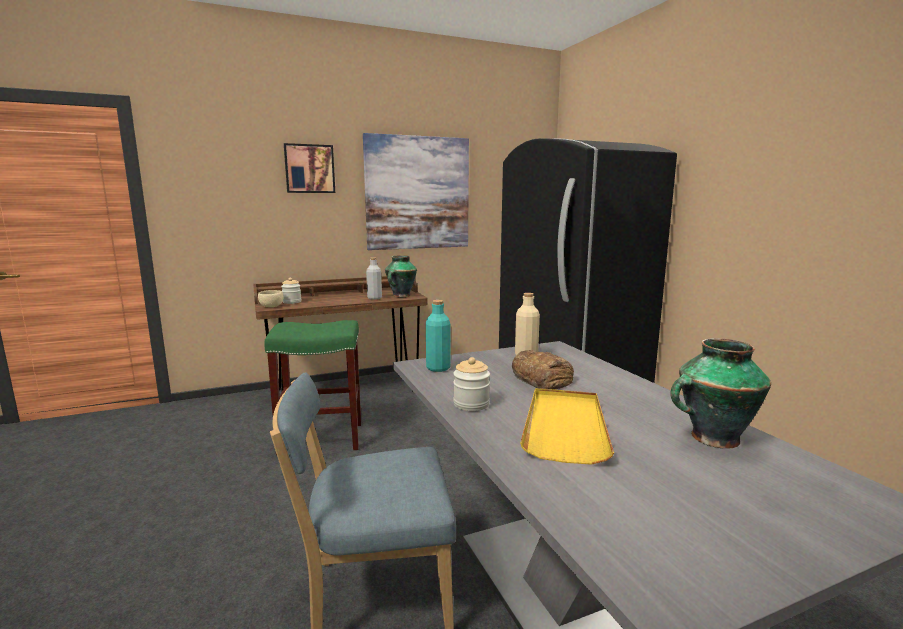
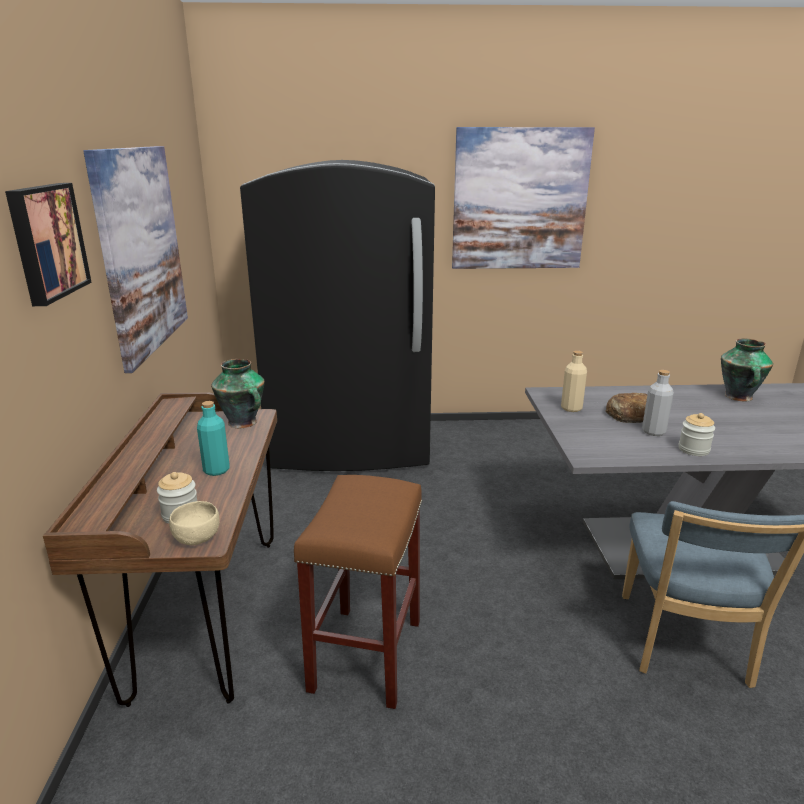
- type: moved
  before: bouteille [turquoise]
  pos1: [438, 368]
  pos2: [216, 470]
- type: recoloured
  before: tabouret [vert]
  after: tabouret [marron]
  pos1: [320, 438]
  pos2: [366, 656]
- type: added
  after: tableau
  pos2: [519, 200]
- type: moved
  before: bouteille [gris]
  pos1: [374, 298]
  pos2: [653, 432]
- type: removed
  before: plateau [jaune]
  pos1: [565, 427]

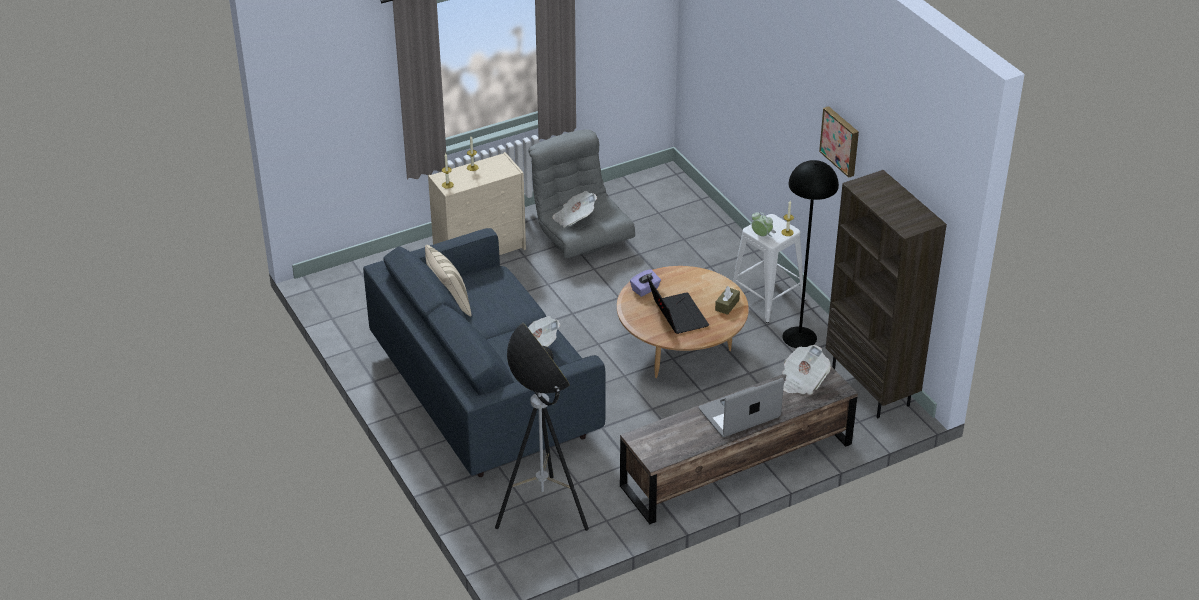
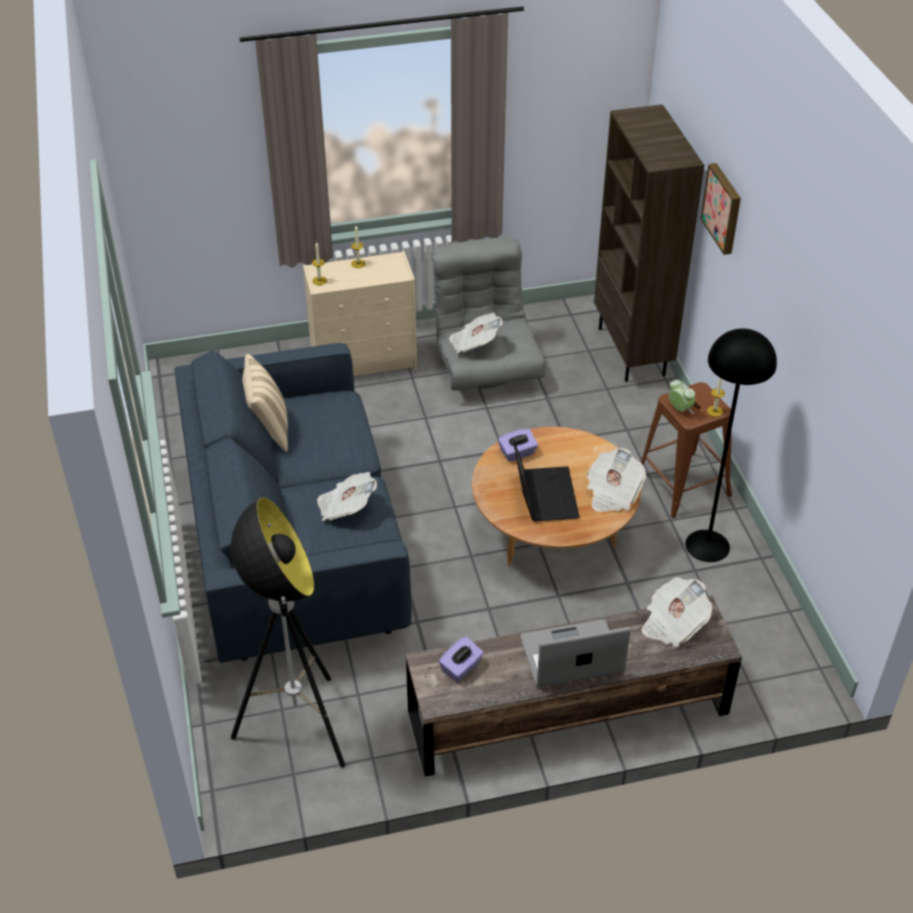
- type: added
  after: boîte à mouchoirs [violet]
  pos2: [461, 668]
- type: replaced
  before: boîte à mouchoirs [marron]
  after: journal
  pos1: [727, 305]
  pos2: [612, 493]
- type: moved
  before: bibliothèque [marron]
  pos1: [871, 388]
  pos2: [633, 351]
- type: recoloured
  before: tabouret [blanc]
  after: tabouret [marron]
  pos1: [766, 298]
  pos2: [683, 484]
- type: moved
  before: tableau
  pos1: [841, 141]
  pos2: [723, 208]

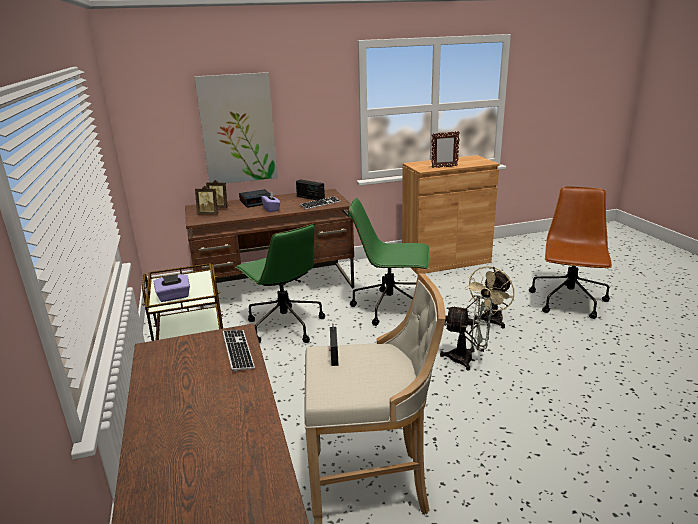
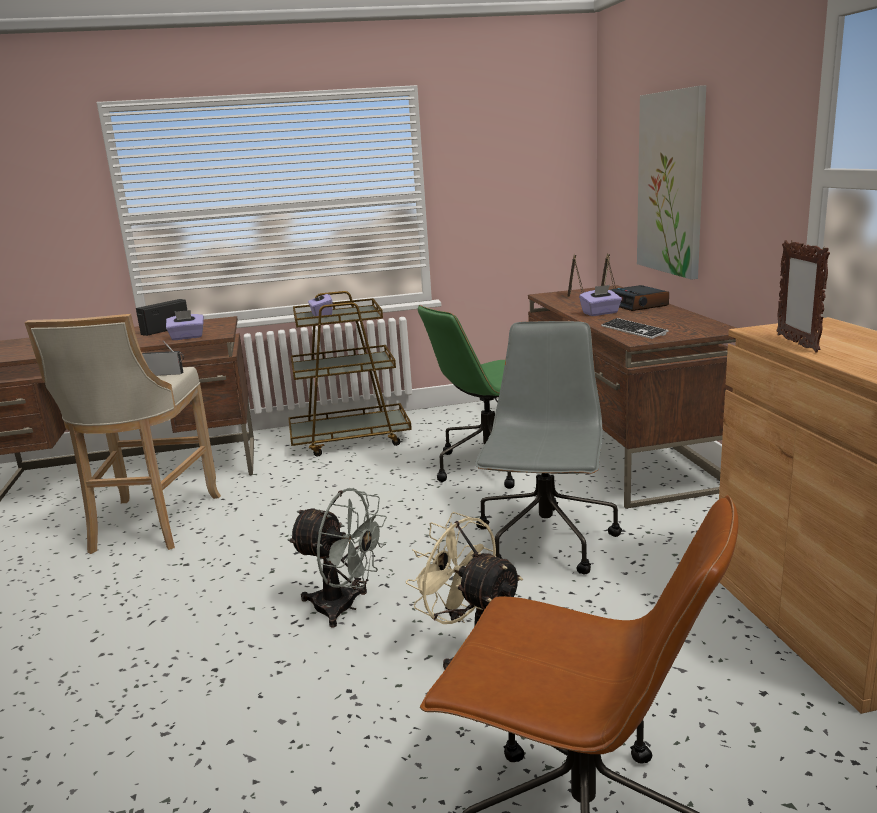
- type: moved
  before: radio
  pos1: [310, 198]
  pos2: [165, 330]
- type: replaced
  before: clavier
  after: boîte à mouchoirs [violet]
  pos1: [238, 351]
  pos2: [187, 337]
- type: turned
  before: ventilateur [gris]
  pos1: [467, 359]
  pos2: [344, 607]
  turn: -90
- type: recoloured
  before: chaise de bureau [vert]
  after: chaise de bureau [gris]
  pos1: [390, 307]
  pos2: [546, 542]

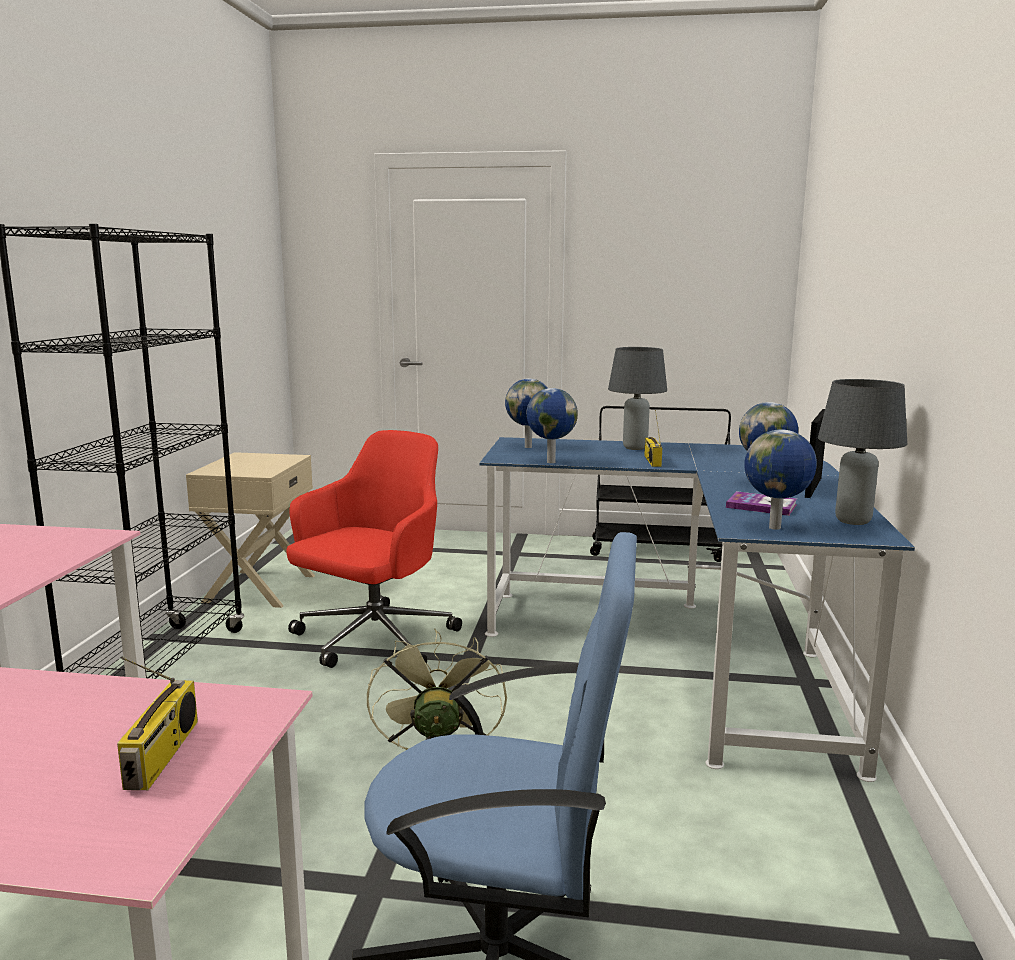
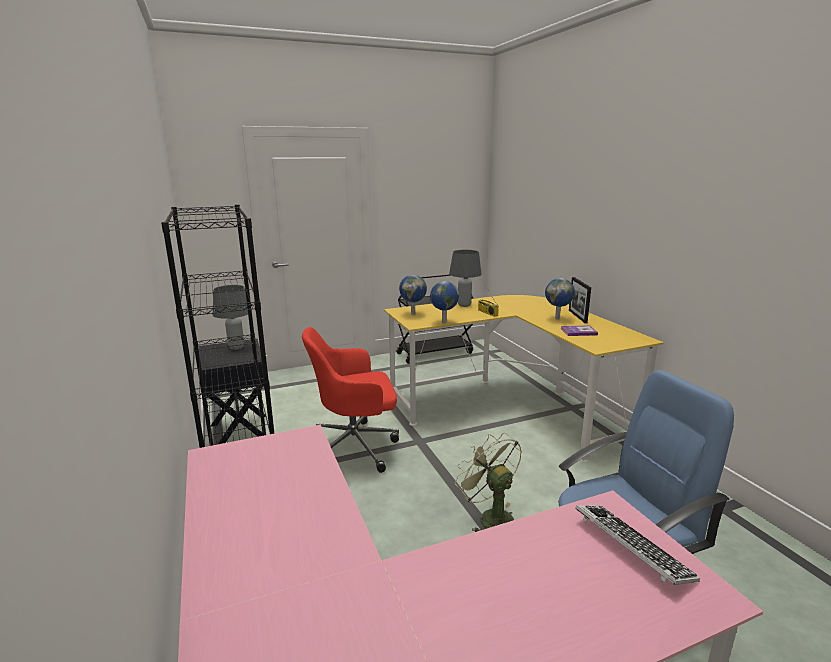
- type: recoloured
  before: table de chevet [beige]
  after: table de chevet [noir]
  pos1: [258, 588]
  pos2: [239, 433]
- type: moved
  before: lampe de table [gris]
  pos1: [851, 521]
  pos2: [236, 347]
- type: turned
  before: chaise de bureau [rouge]
  pos1: [373, 640]
  pos2: [355, 446]
  turn: -105
- type: recoloured
  before: bureau [bleu]
  after: bureau [jaune]
  pos1: [683, 652]
  pos2: [510, 407]
- type: replaced
  before: radio
  after: clavier
  pos1: [163, 755]
  pos2: [631, 548]
- type: removed
  before: globe
  pos1: [776, 528]

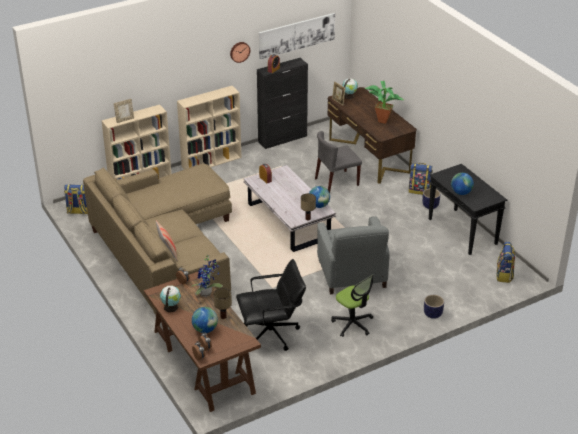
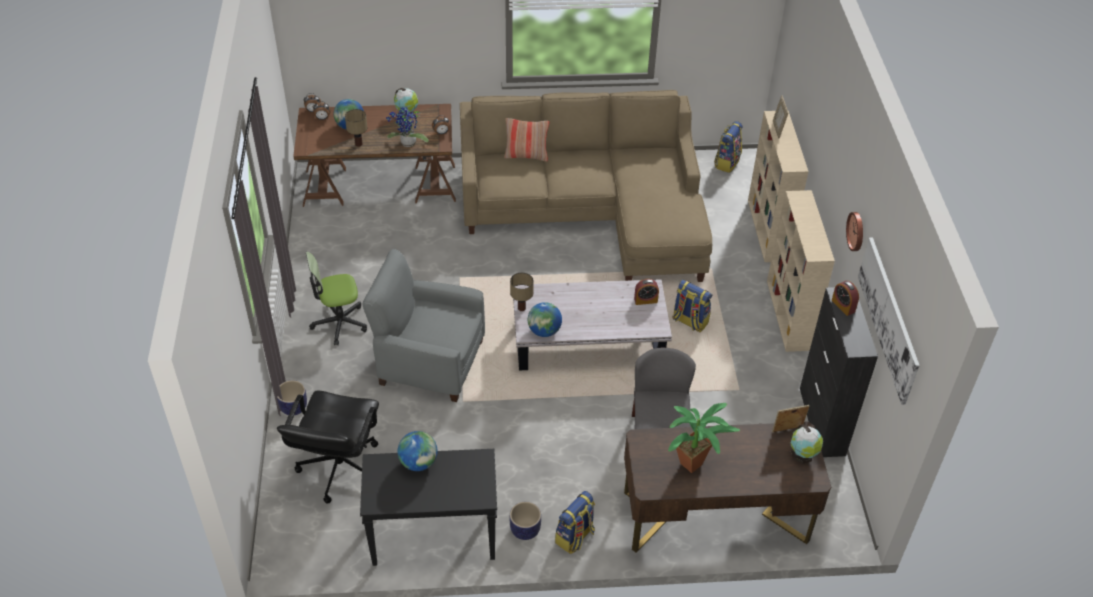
- type: moved
  before: chaise de bureau [noir]
  pos1: [271, 334]
  pos2: [339, 468]
- type: moved
  before: sac à dos
  pos1: [504, 275]
  pos2: [689, 321]

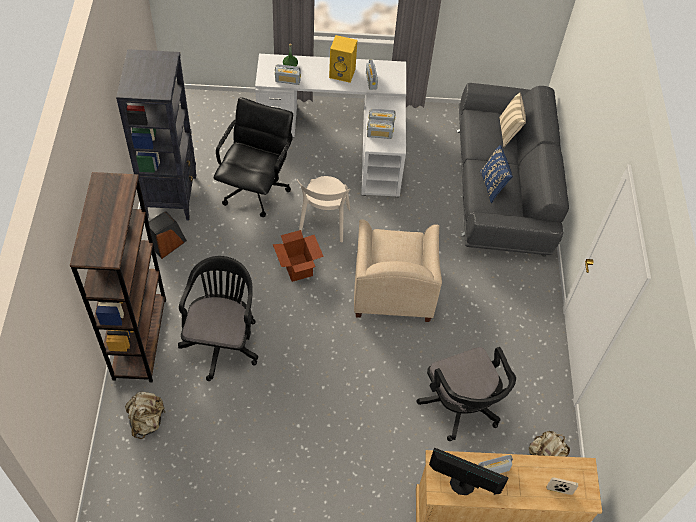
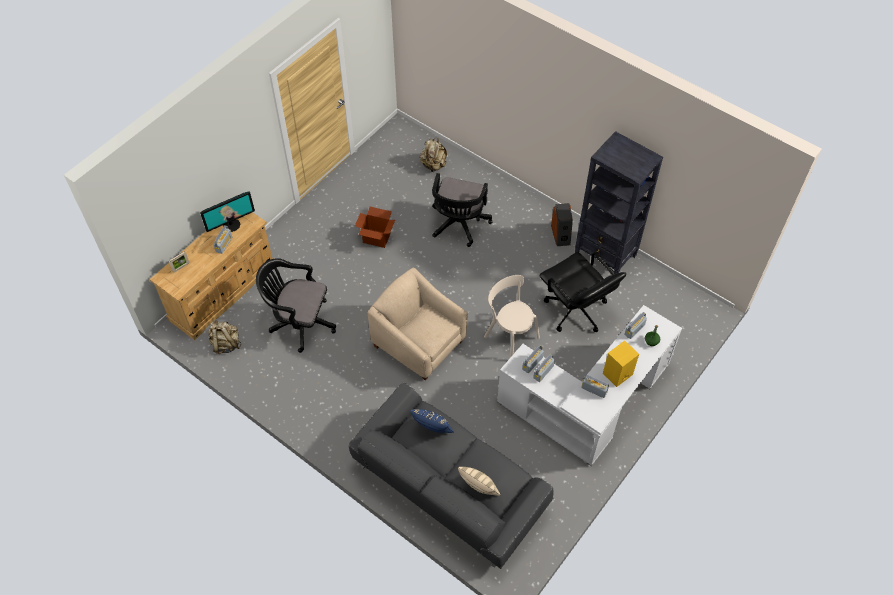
- type: moved
  before: carton
  pos1: [298, 268]
  pos2: [376, 238]
- type: turned
  before: chaise de bureau [noir]
  pos1: [222, 340]
  pos2: [458, 225]
  turn: 60
- type: removed
  before: bibliothèque [marron]
  pos1: [140, 338]

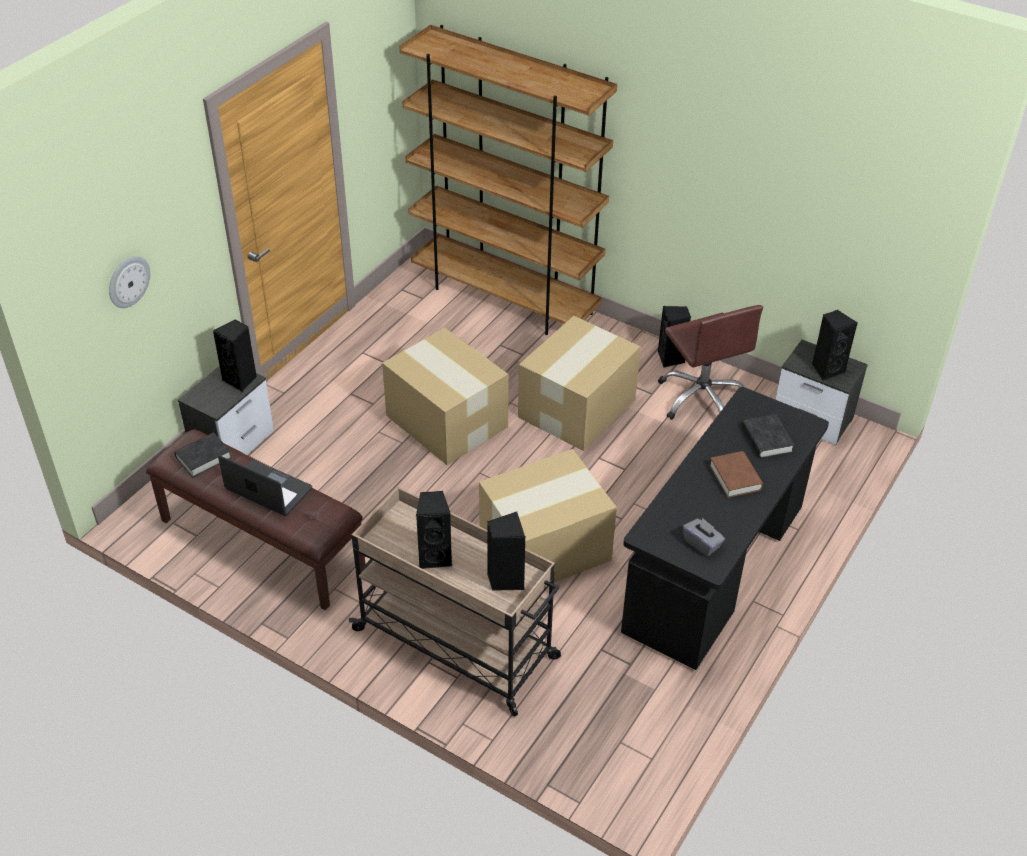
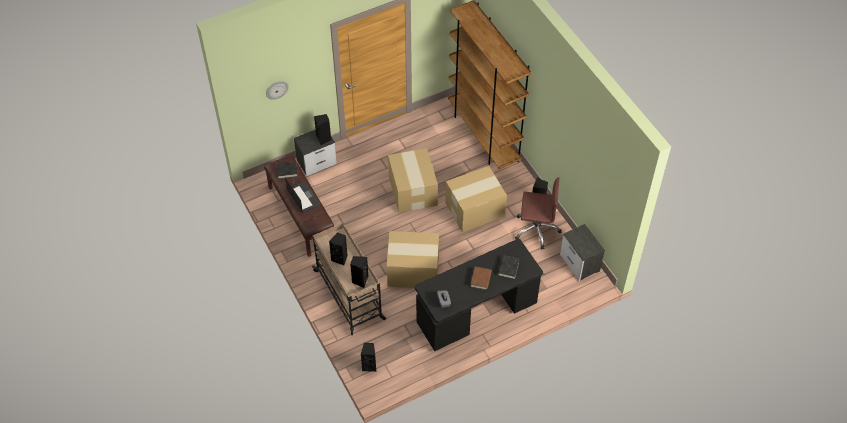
- type: moved
  before: enceinte [noir]
  pos1: [827, 369]
  pos2: [369, 365]
- type: turned
  before: chaise de bureau [marron]
  pos1: [702, 398]
  pos2: [536, 229]
  turn: -90

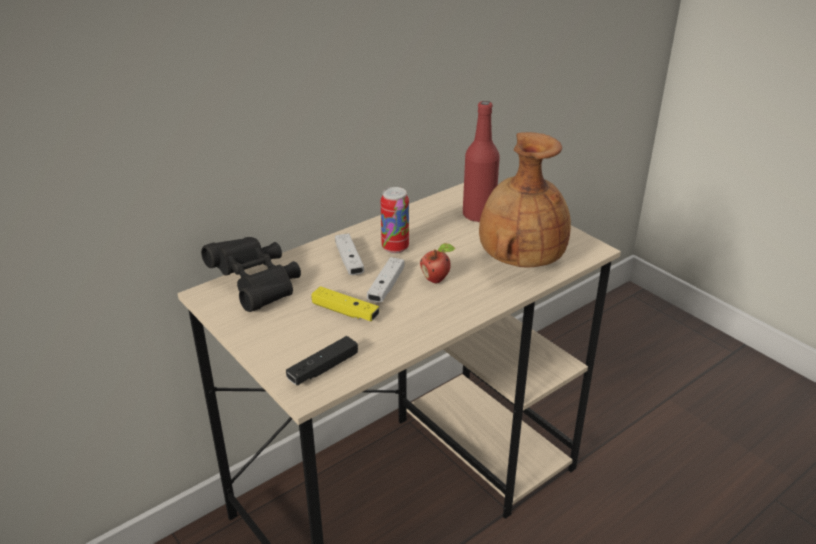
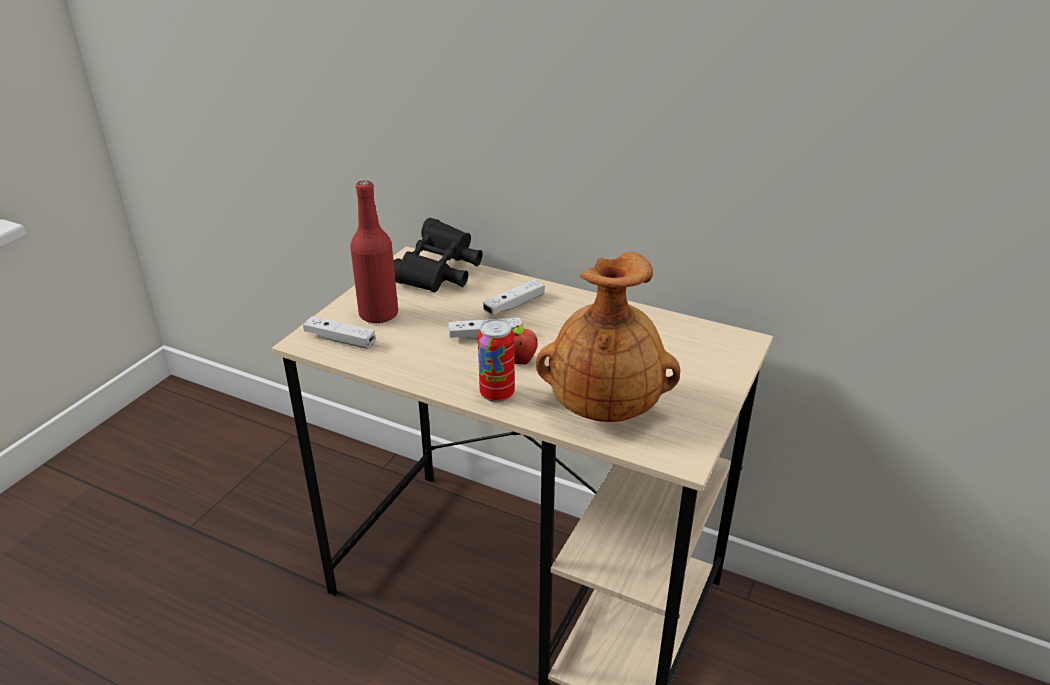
- type: recoloured
  before: manette [noir]
  after: manette [blanc]
  pos1: [323, 368]
  pos2: [340, 339]
- type: moved
  before: bouteille [rouge]
  pos1: [478, 215]
  pos2: [378, 315]
- type: moved
  before: boîte métallique
  pos1: [395, 248]
  pos2: [497, 394]
- type: removed
  before: manette [jaune]
  pos1: [345, 312]

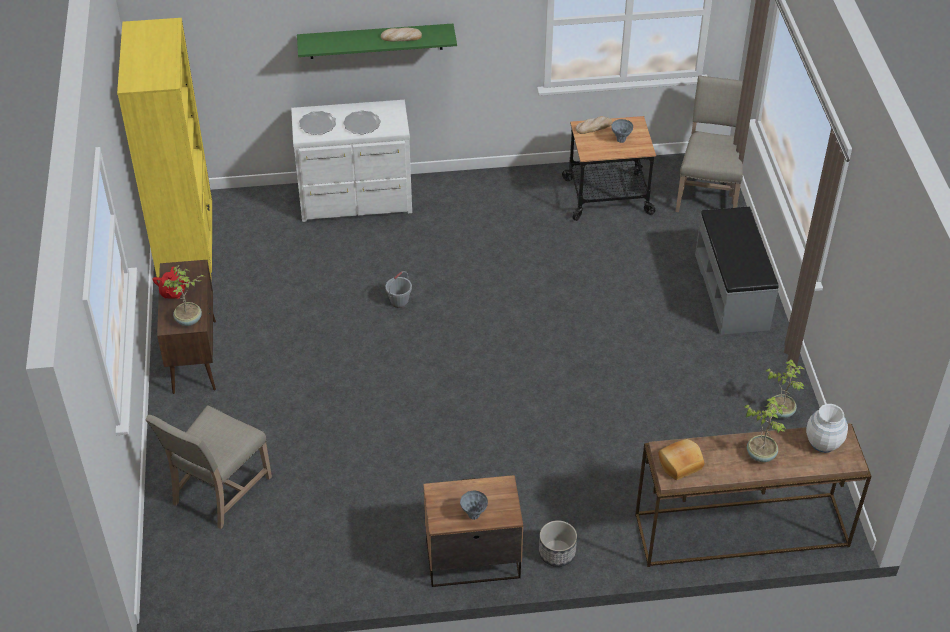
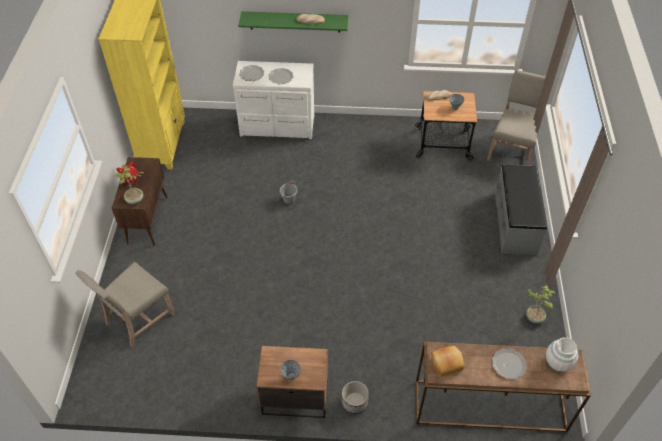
- type: replaced
  before: plante en pot
  after: assiette
  pos1: [761, 454]
  pos2: [508, 364]

